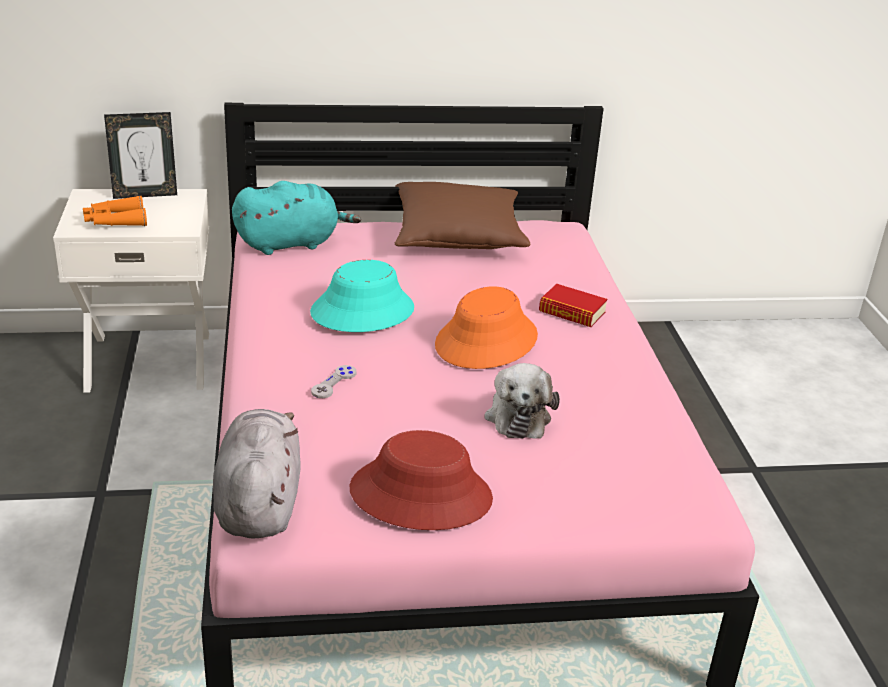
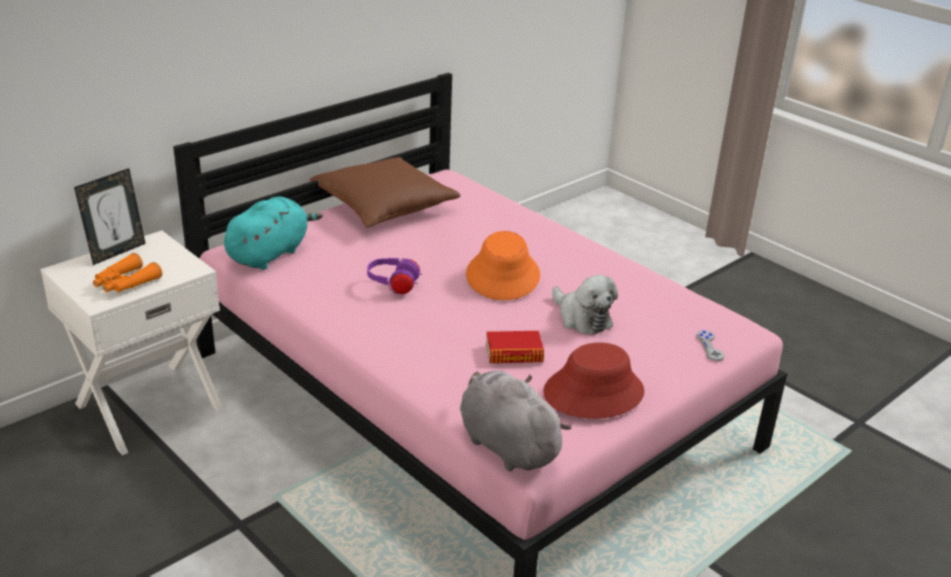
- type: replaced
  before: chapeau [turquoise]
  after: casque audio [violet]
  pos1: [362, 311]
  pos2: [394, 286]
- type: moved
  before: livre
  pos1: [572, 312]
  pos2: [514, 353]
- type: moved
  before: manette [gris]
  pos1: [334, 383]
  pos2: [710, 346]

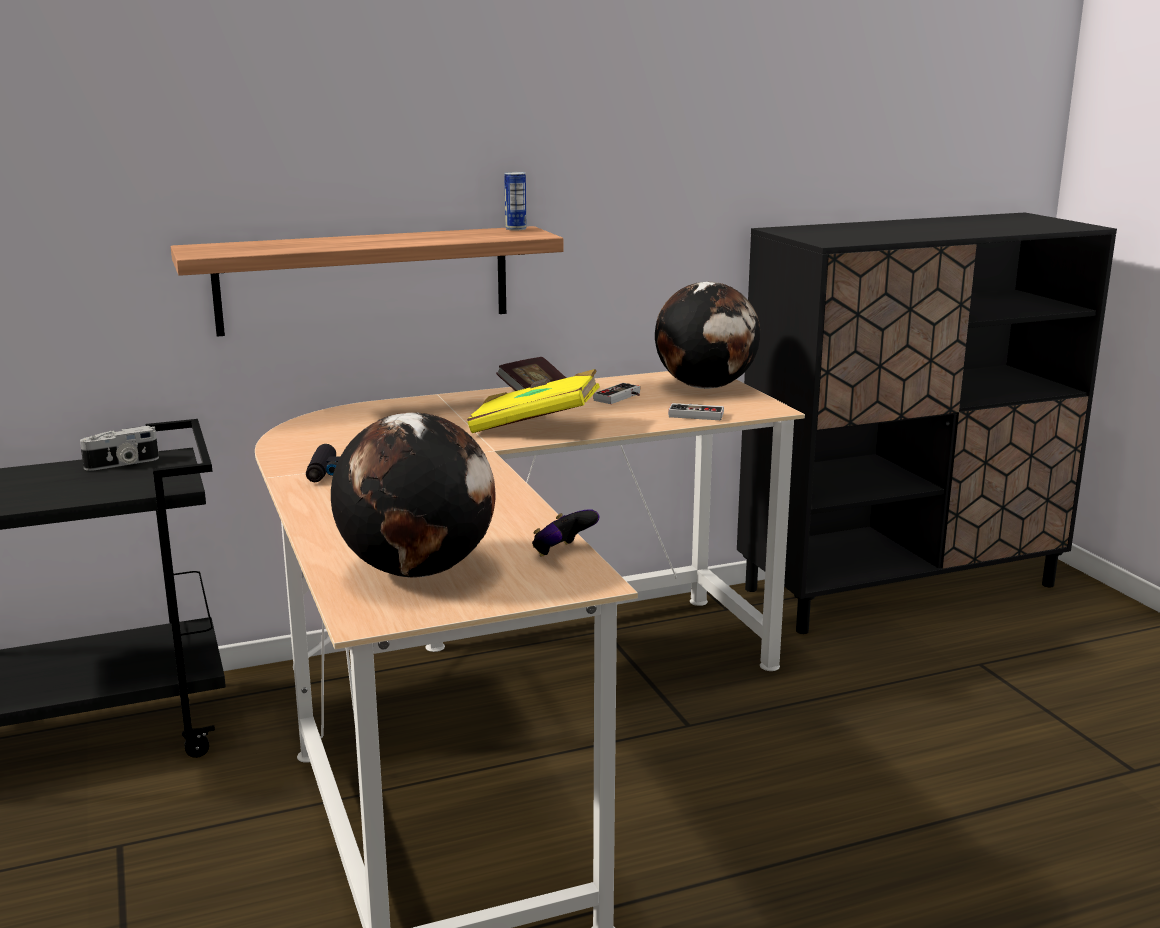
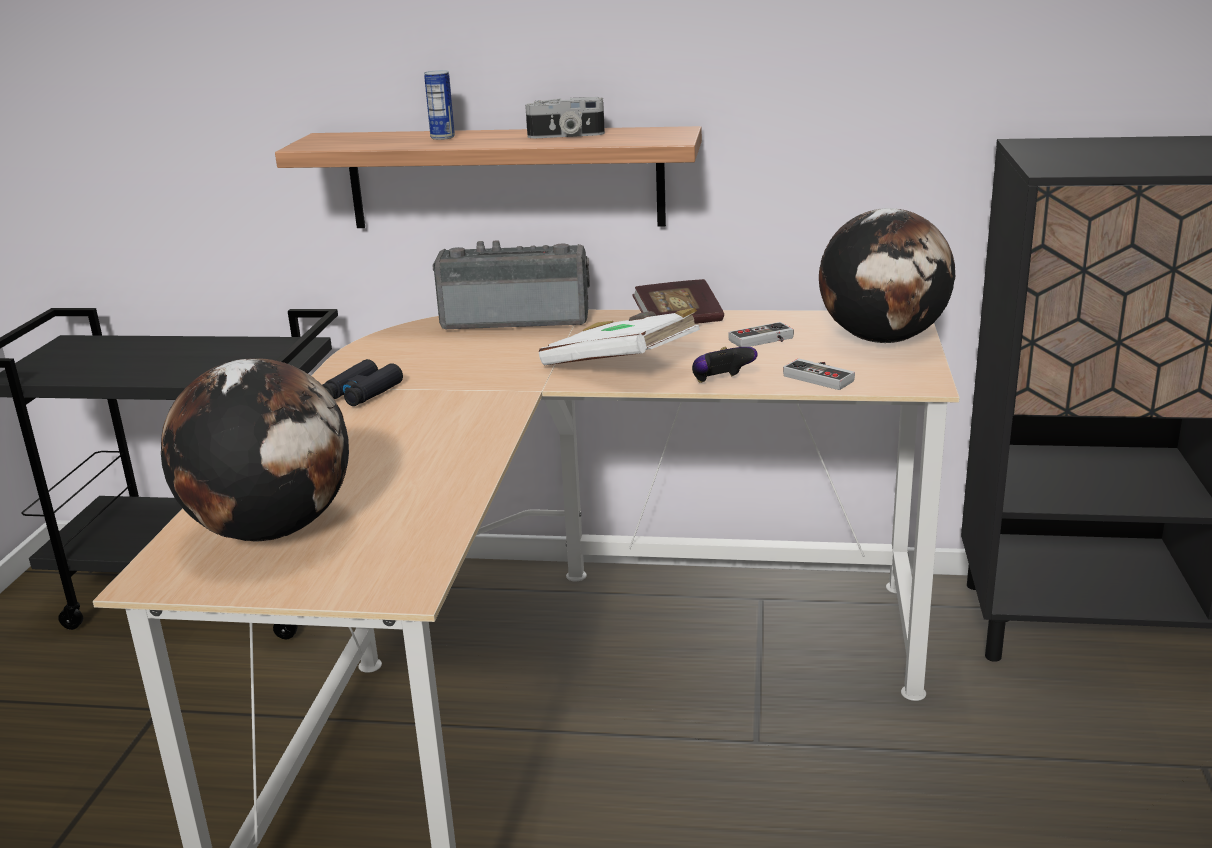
- type: moved
  before: boîte métallique
  pos1: [515, 229]
  pos2: [442, 137]
- type: added
  after: radio
  pos2: [516, 319]
- type: moved
  before: appareil photo
  pos1: [122, 464]
  pos2: [566, 136]
- type: recoloured
  before: livre [jaune]
  after: livre [blanc]
  pos1: [535, 427]
  pos2: [621, 367]
- type: moved
  before: manette
  pos1: [562, 552]
  pos2: [721, 382]

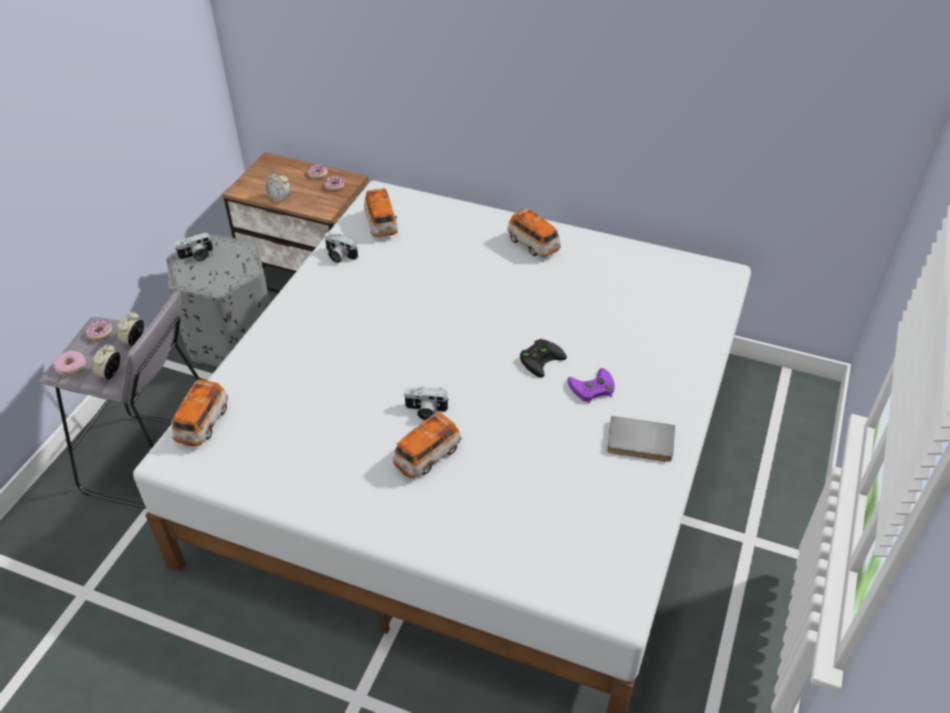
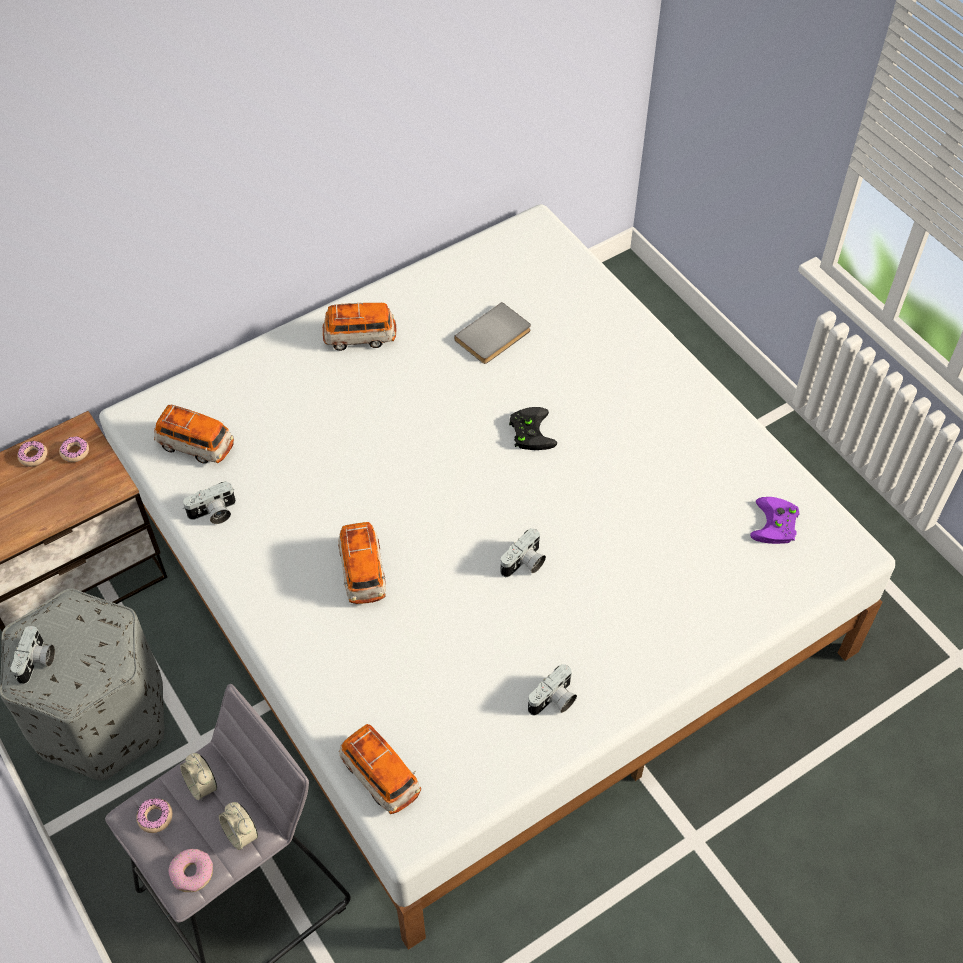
- type: moved
  before: petite voiture
  pos1: [427, 456]
  pos2: [363, 572]
- type: moved
  before: livre [gris]
  pos1: [640, 442]
  pos2: [495, 336]
- type: added
  after: appareil photo
  pos2: [554, 701]
- type: moved
  before: manette [violet]
  pos1: [591, 389]
  pos2: [776, 525]
- type: removed
  before: réveil
  pos1: [280, 198]

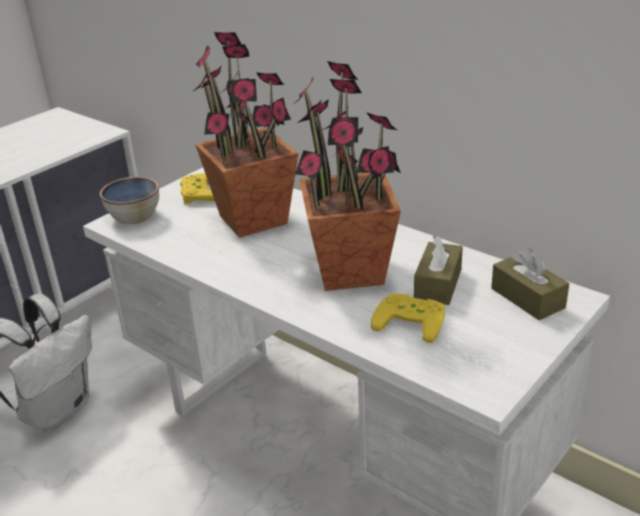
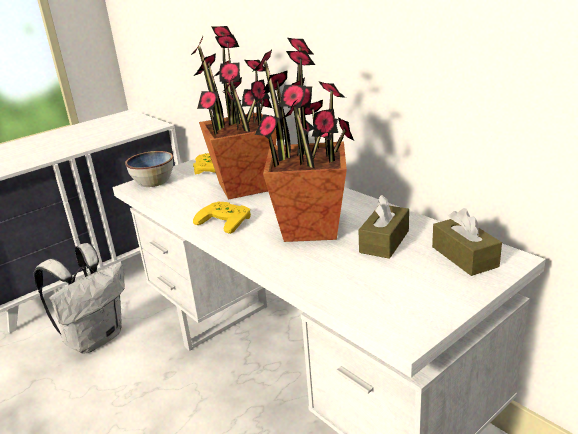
- type: moved
  before: manette [jaune]
  pos1: [412, 320]
  pos2: [226, 219]

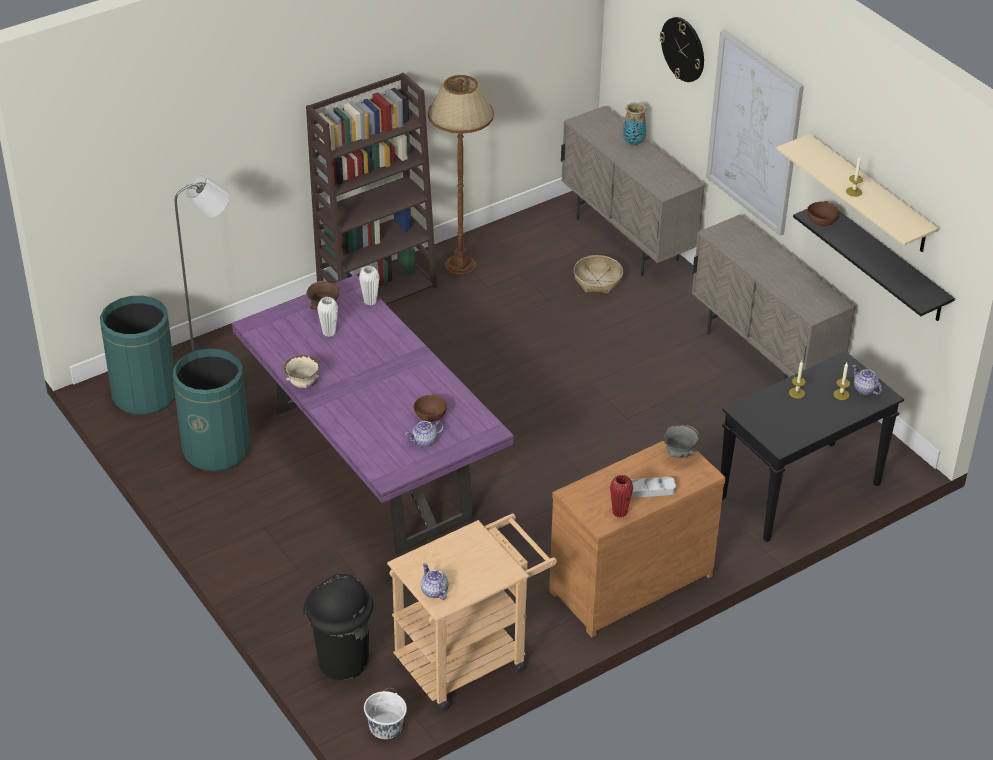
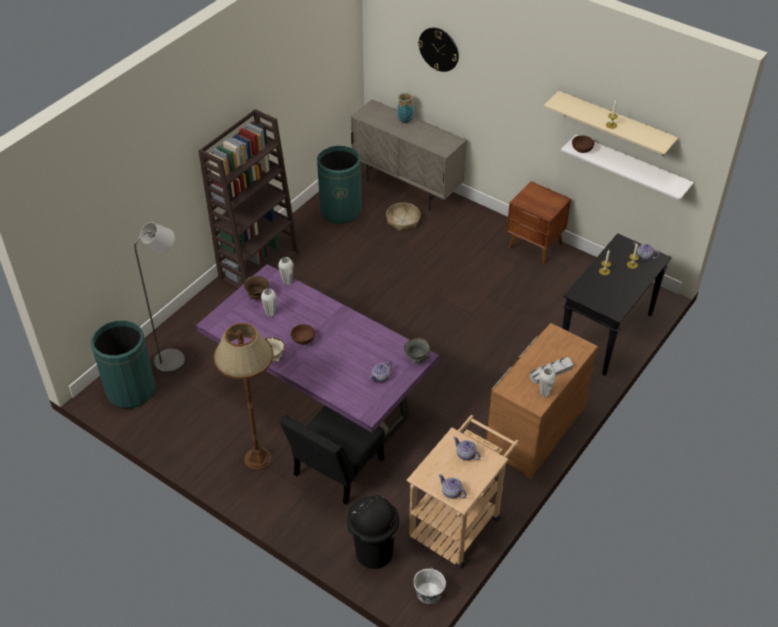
- type: moved
  before: lampadaire [marron]
  pos1: [460, 265]
  pos2: [258, 458]
- type: added
  after: chaise [noir]
  pos2: [335, 470]
- type: moved
  before: bol [marron]
  pos1: [429, 417]
  pos2: [302, 340]
- type: moved
  before: poubelle [vert]
  pos1: [216, 449]
  pos2: [341, 210]
- type: moved
  before: bol [gris]
  pos1: [679, 454]
  pos2: [417, 359]
- type: added
  after: théière
  pos2: [465, 454]
- type: replaced
  before: meuble de rangement [beige]
  after: table de chevet [marron]
  pos1: [763, 358]
  pos2: [535, 247]
- type: recoloured
  before: vase [rouge]
  after: vase [blanc]
  pos1: [619, 512]
  pos2: [545, 393]
- type: recoloured
  before: étagère [noir]
  after: étagère [blanc]
  pos1: [886, 263]
  pos2: [631, 167]
- type: removed
  before: tableau
  pos1: [754, 132]

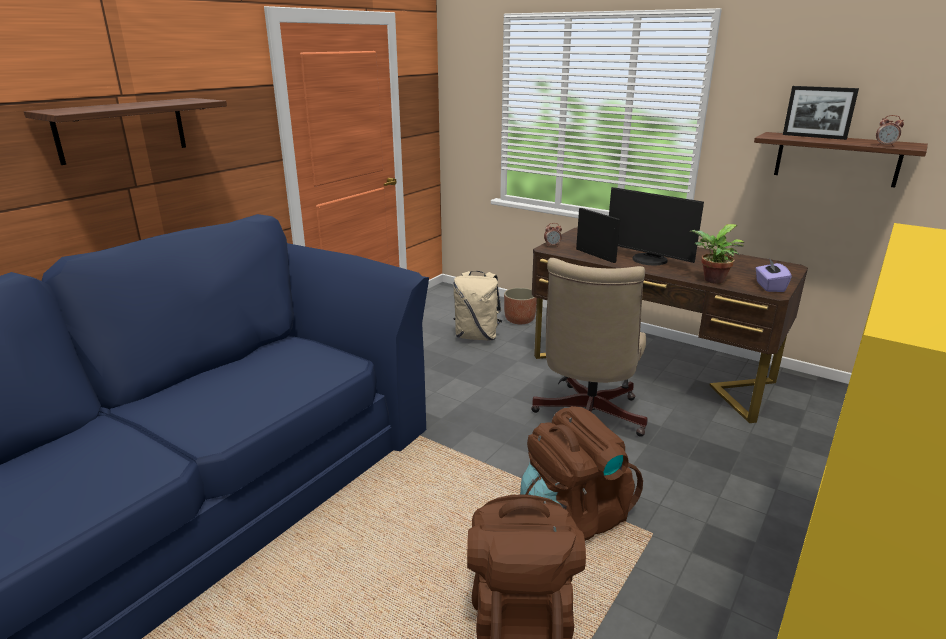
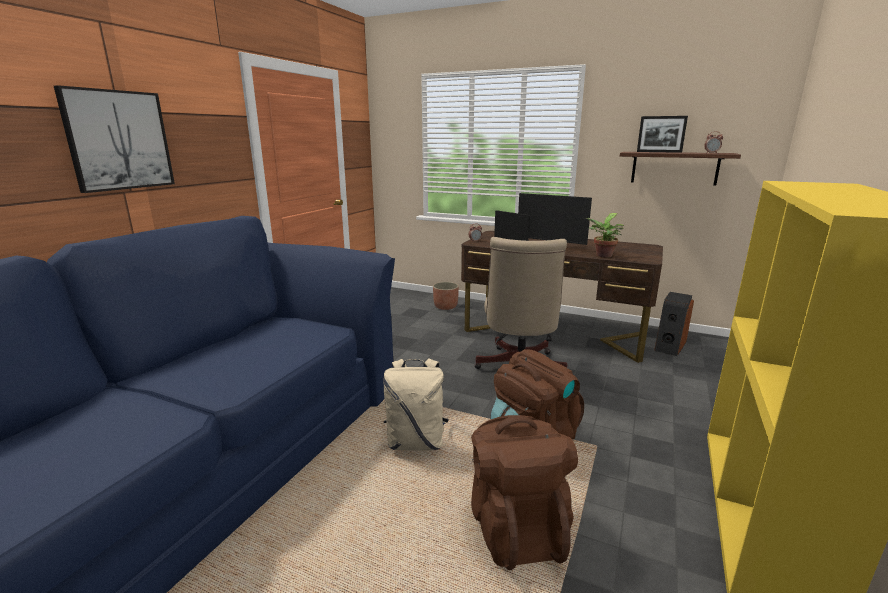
- type: replaced
  before: étagère
  after: tableau
  pos1: [122, 130]
  pos2: [118, 140]
- type: moved
  before: sac à dos [beige]
  pos1: [477, 336]
  pos2: [416, 442]
- type: added
  after: enceinte
  pos2: [669, 346]
- type: removed
  before: boîte à mouchoirs [violet]
  pos1: [769, 287]

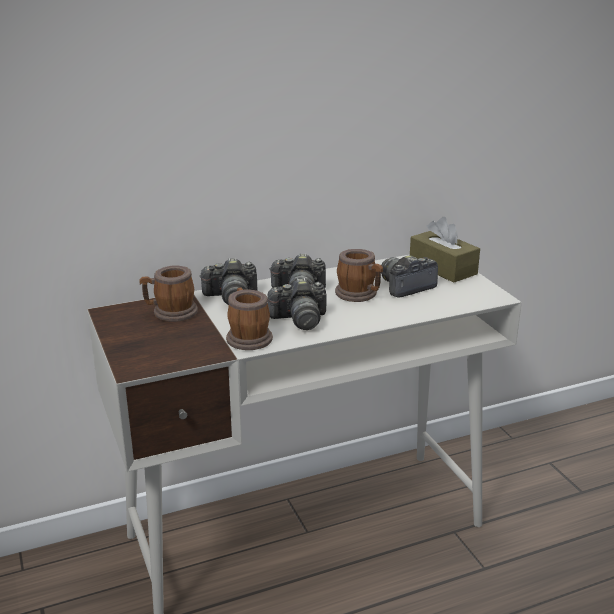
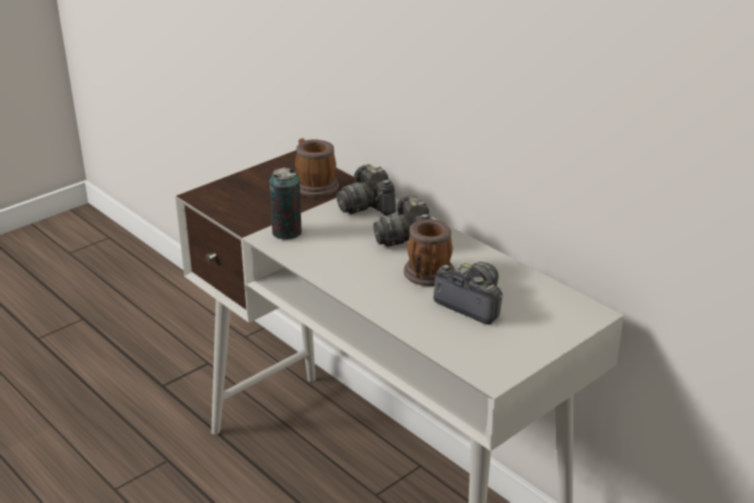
- type: replaced
  before: mug
  after: boîte métallique
  pos1: [247, 337]
  pos2: [287, 232]
- type: removed
  before: appareil photo
  pos1: [299, 320]
- type: removed
  before: boîte à mouchoirs [marron]
  pos1: [442, 268]

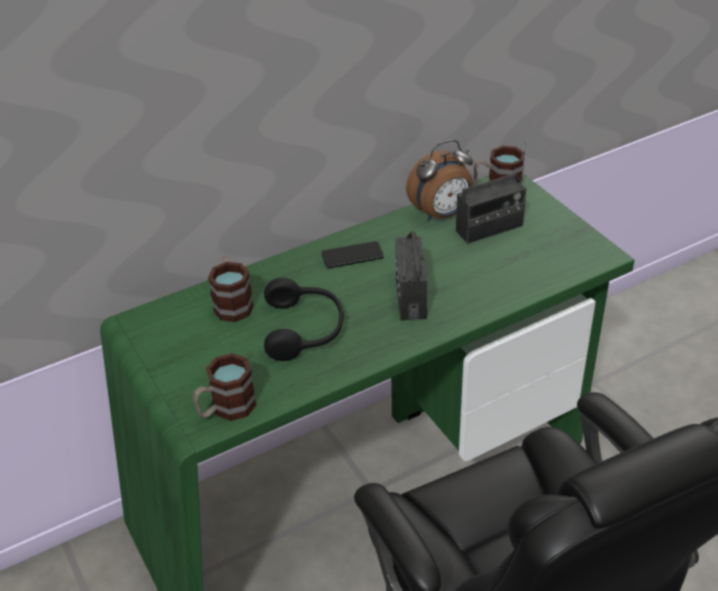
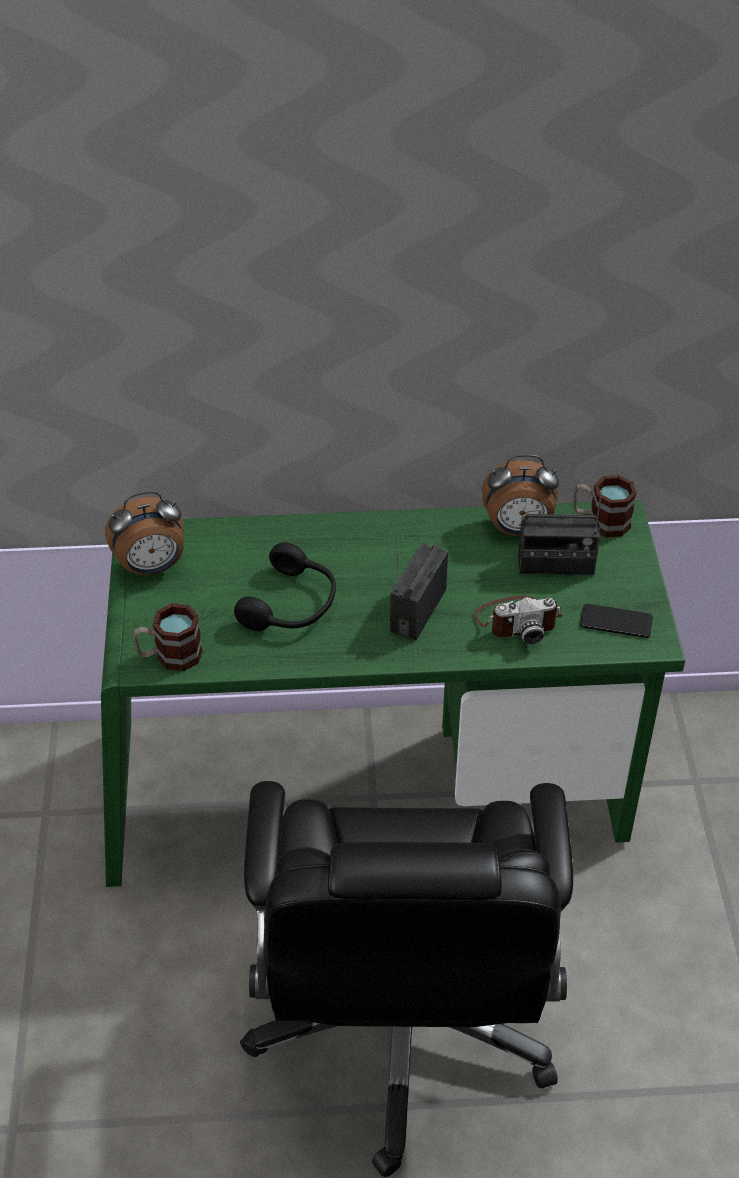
- type: added
  after: réveil
  pos2: [151, 568]
- type: added
  after: appareil photo
  pos2: [517, 621]
- type: moved
  before: téléphone
  pos1: [352, 256]
  pos2: [616, 622]
- type: removed
  before: mug
  pos1: [232, 303]

